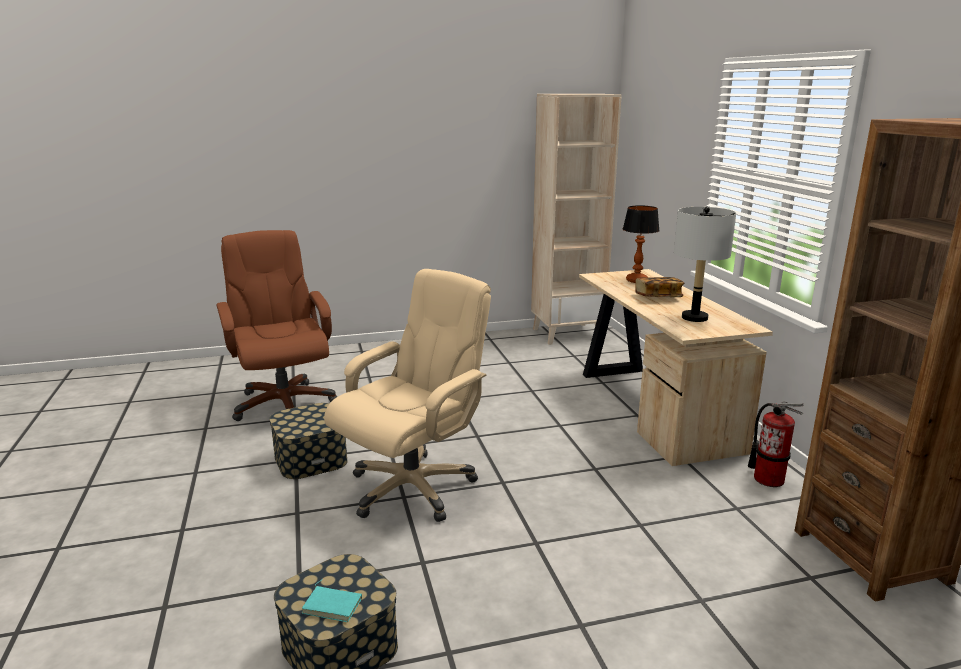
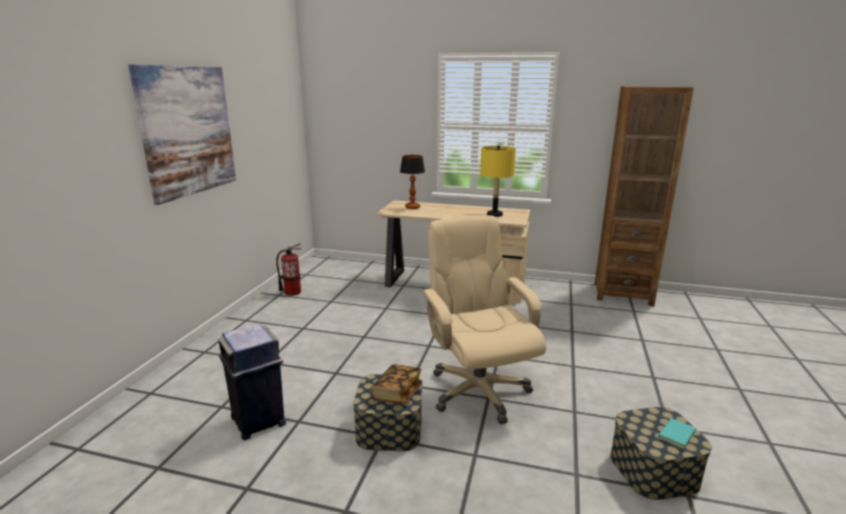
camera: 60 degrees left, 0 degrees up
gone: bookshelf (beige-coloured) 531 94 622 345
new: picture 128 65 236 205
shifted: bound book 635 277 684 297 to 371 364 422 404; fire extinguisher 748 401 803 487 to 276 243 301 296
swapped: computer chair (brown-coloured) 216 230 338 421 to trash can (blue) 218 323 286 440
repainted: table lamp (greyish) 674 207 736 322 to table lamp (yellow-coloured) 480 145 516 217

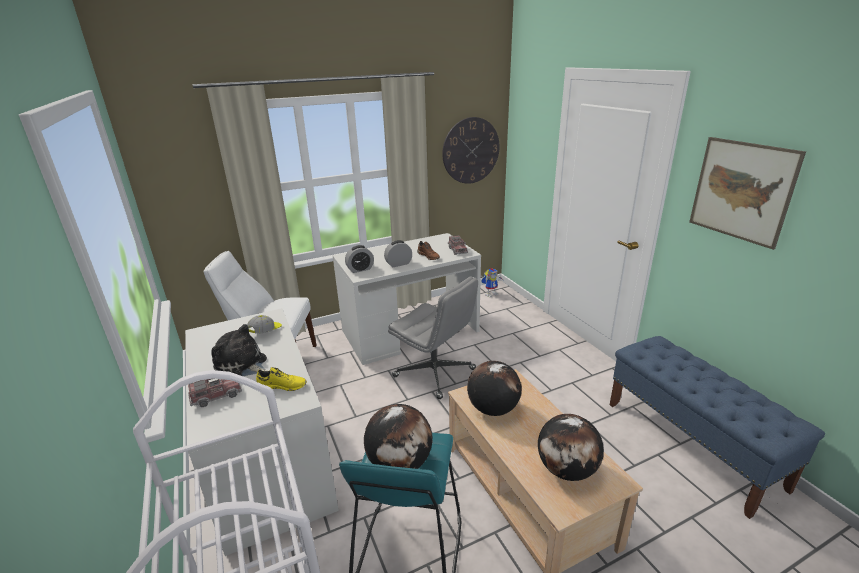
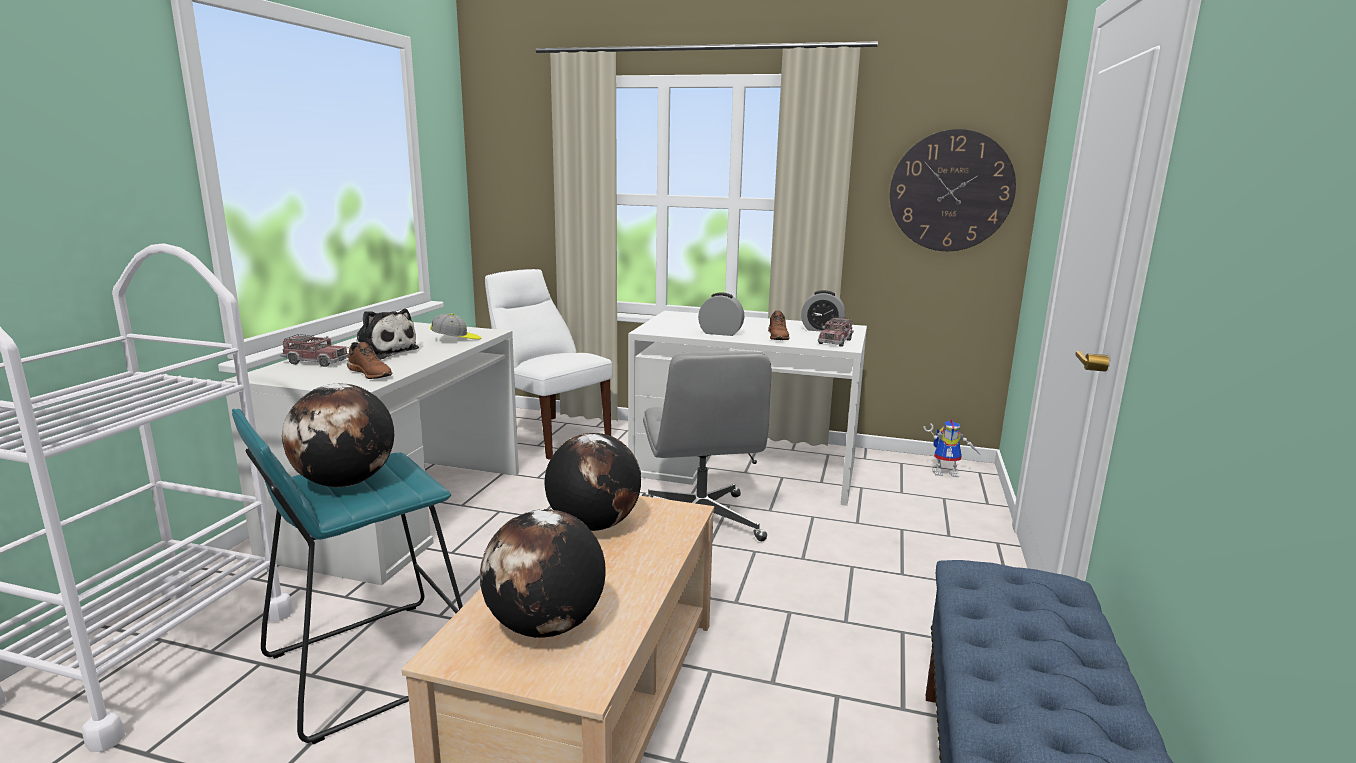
camera: 40 degrees right, 10 degrees down
gone: picture 689 137 806 250
shifted: alarm clock 345 245 374 273 to 801 290 845 332
repainted: item of footwear (yellow-coloured) 256 367 307 391 to item of footwear (brown-coloured) 347 342 393 379
rotated: soft toy 211 324 268 376 = 347 309 419 360 135 degrees clockwise

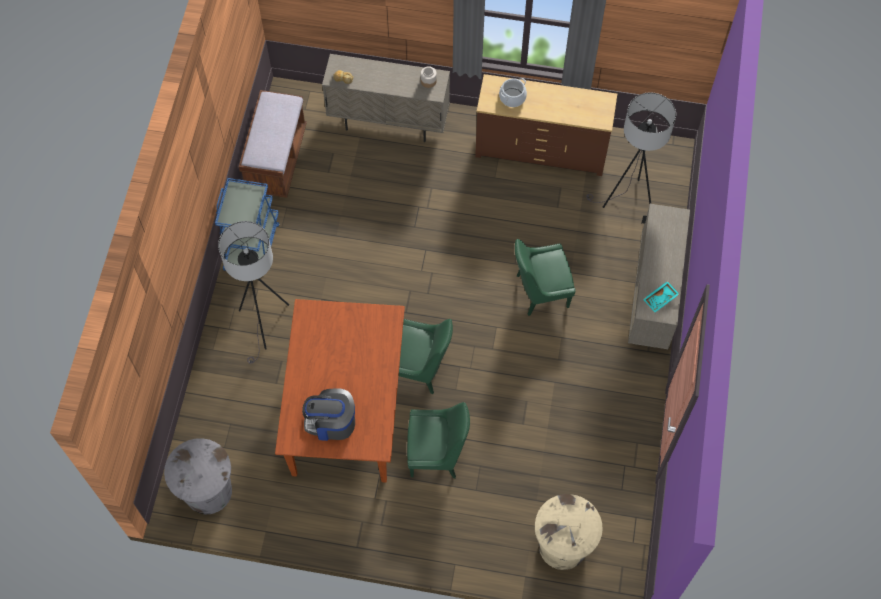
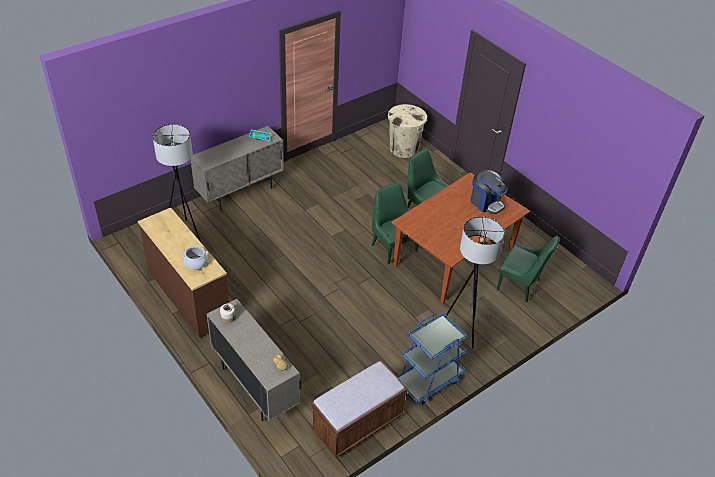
camera: 140 degrees left, 20 degrees down
gone: trash can (greyish) 164 438 232 514
shifted: plain chair (greenish) 515 239 576 316 to 497 236 559 303

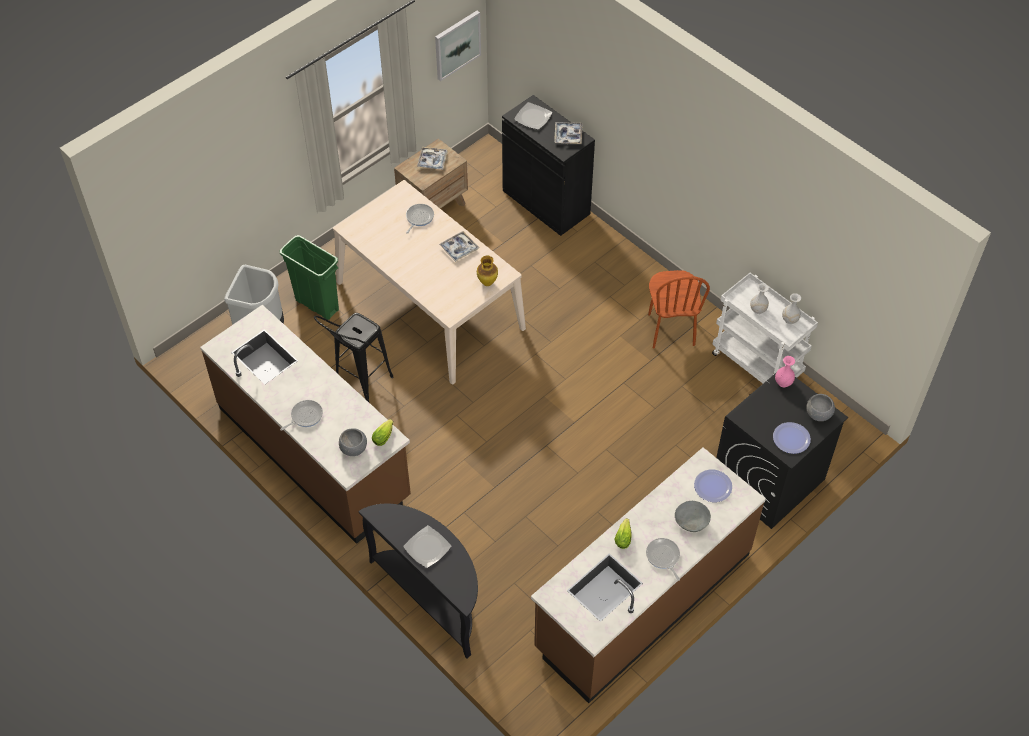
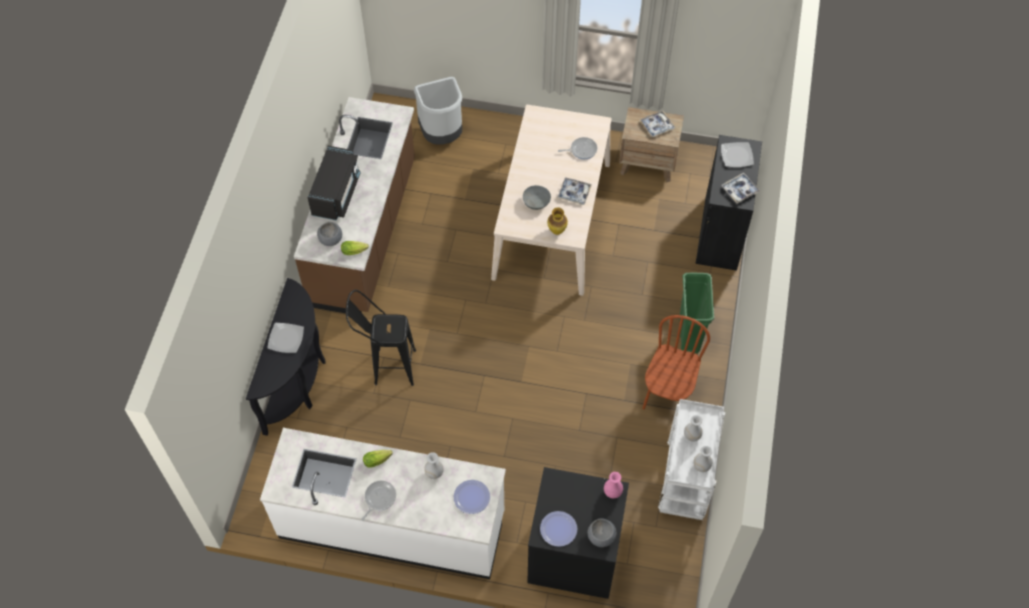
camera: 55 degrees right, 5 degrees up
gone: picture 435 11 481 81
new: vase (white) 424 452 444 479
shifted: trash can (greenish) 280 235 339 320 to 679 273 714 354; stool (black-coloured) 314 313 394 402 to 346 290 416 386; serving bowl (greyish) 675 501 711 532 to 523 185 551 210
swapped: skillet 280 400 323 431 to kitchen microwave (black-coloured) 308 146 361 221
repainted: counter (brown-coloured) 531 447 766 703 to counter (white) 260 428 506 579
rotated: plain chair (brown-coloured) 648 270 710 348 = 642 315 710 409 150 degrees clockwise

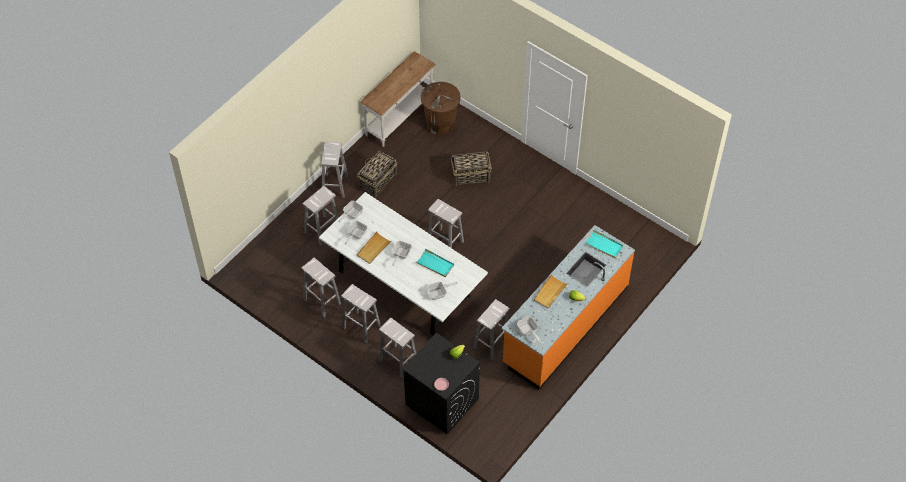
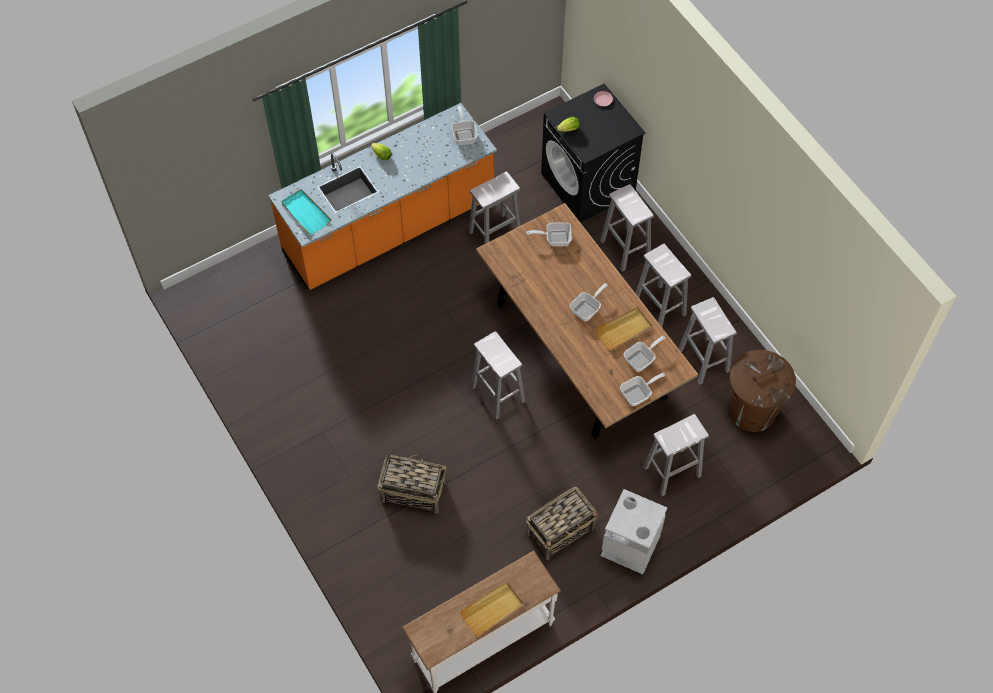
camera: 160 degrees left, 5 degrees up
gone: serving tray (turquoise) 416 248 454 277
shifted: trash can (brown-coloured) 421 82 460 135 to 729 350 796 432; serving tray (beige-coloured) 534 274 567 308 to 459 582 523 637
swapped: stool (white) 321 141 348 198 to trash can (greyish) 601 489 667 574
repainted: dinner table (white) 319 192 488 335 to dinner table (brown-coloured) 476 203 698 440

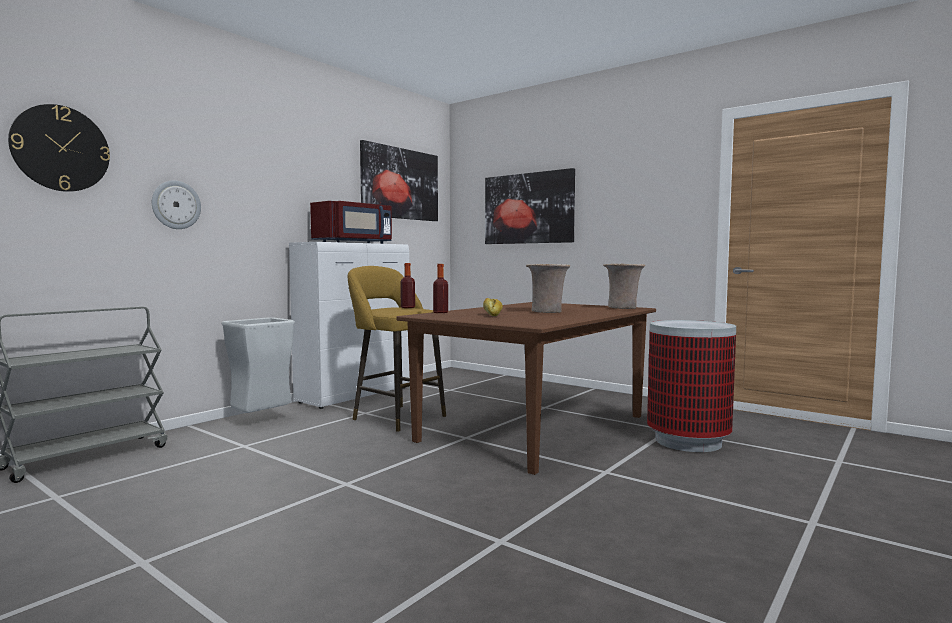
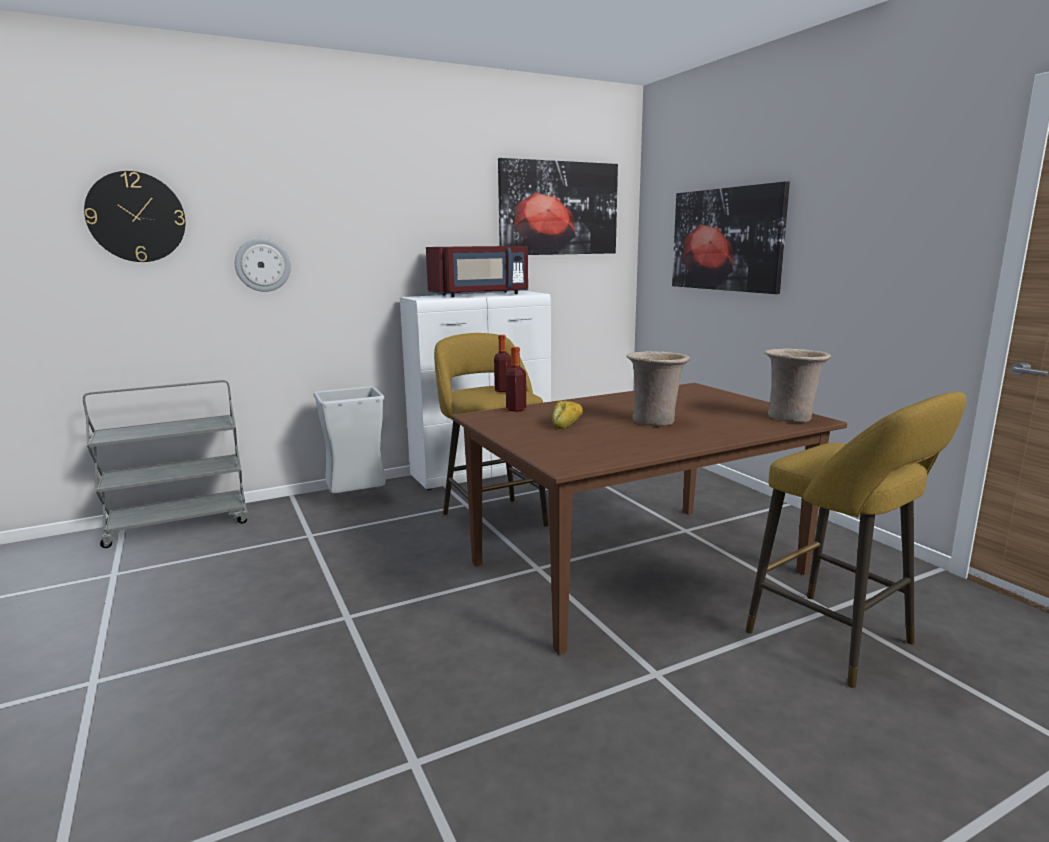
camera: 25 degrees right, 10 degrees up
swapped: trash can 647 320 736 452 to stool (yellow-coloured) 745 392 967 688

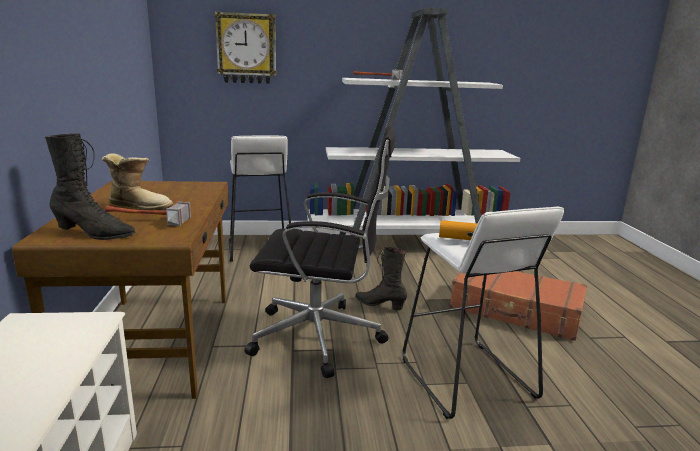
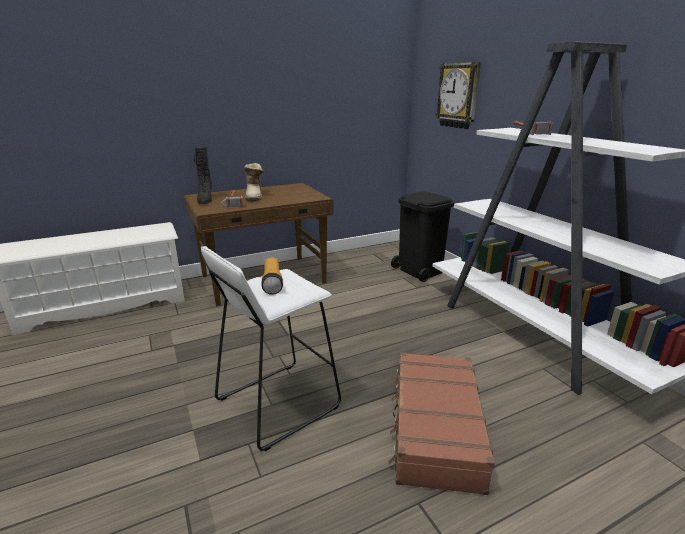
camera: 70 degrees right, 5 degrees up
gone: computer chair (black-coloured) 245 125 396 378; boot (black-coloured) 355 247 407 310
swapped: stool (white) 229 135 291 262 to trash can (black-coloured) 391 191 455 282

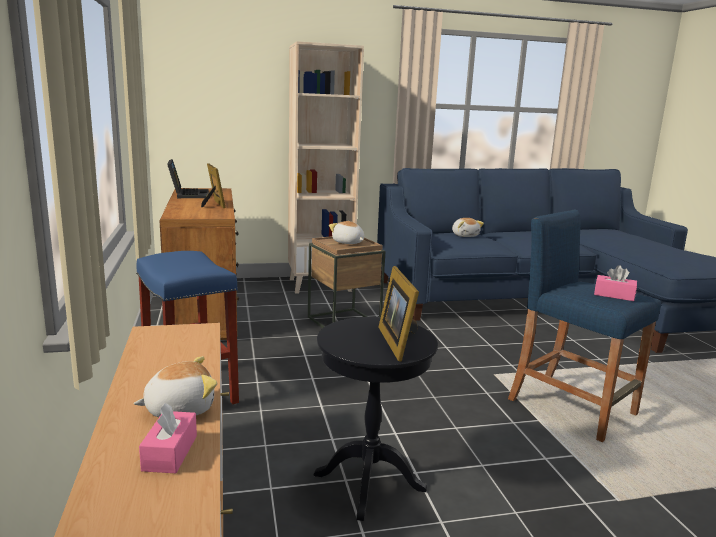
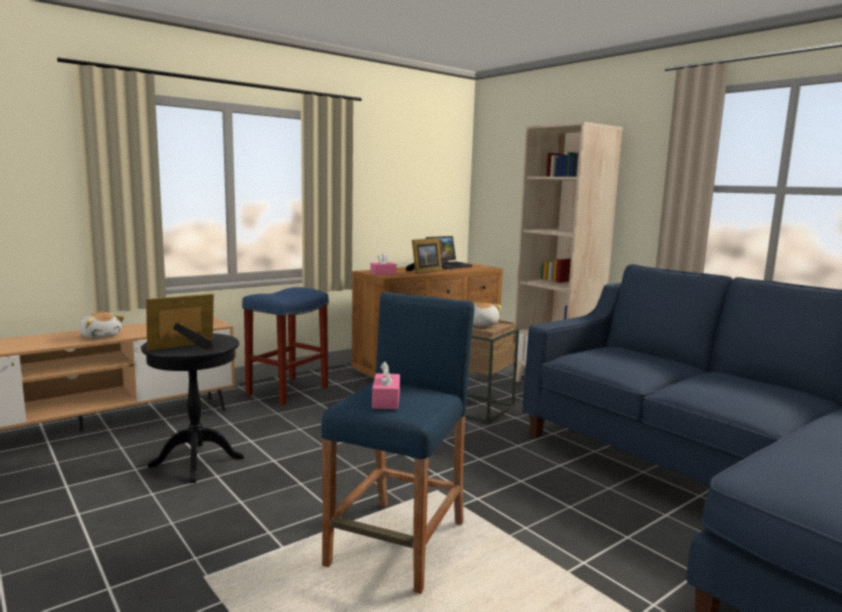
camera: 65 degrees right, 5 degrees down
gone: soft toy 452 218 484 237
shifted: tissue box (pinkish) 139 403 197 473 to 370 253 397 275

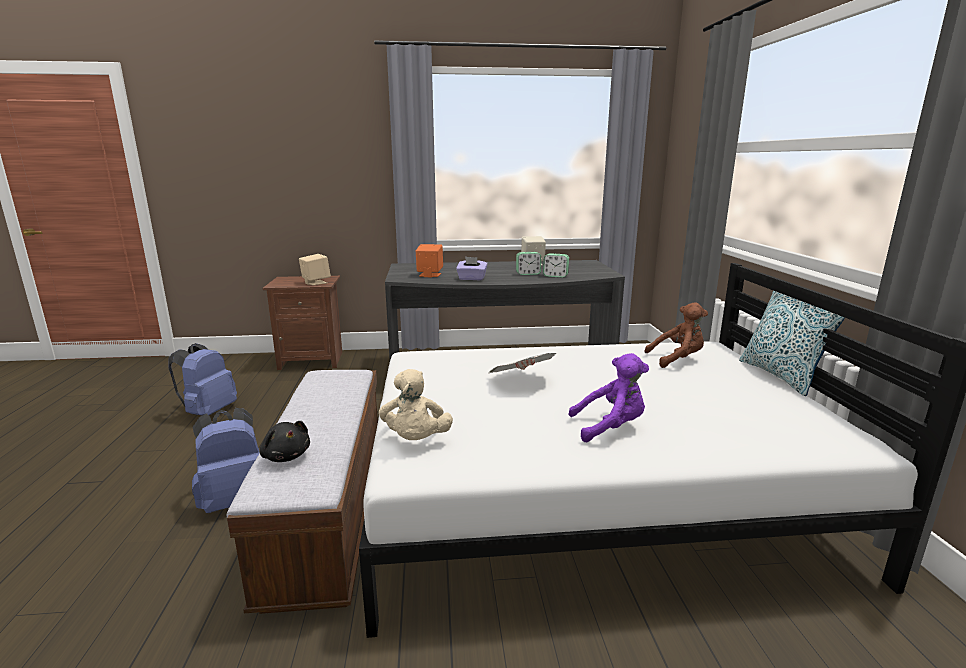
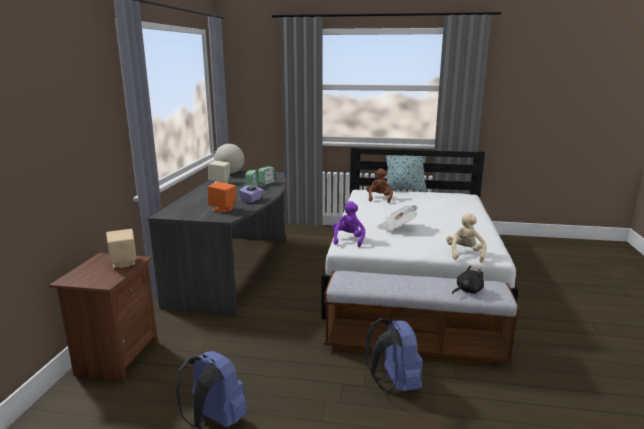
camera: 75 degrees left, 0 degrees up
new: desk globe 214 144 244 174
shifted: soft toy (purple) 568 353 649 442 to 332 201 365 247
rotated: soft toy (beige-coloured) 379 369 453 440 = 446 213 487 263 90 degrees counterclockwise

